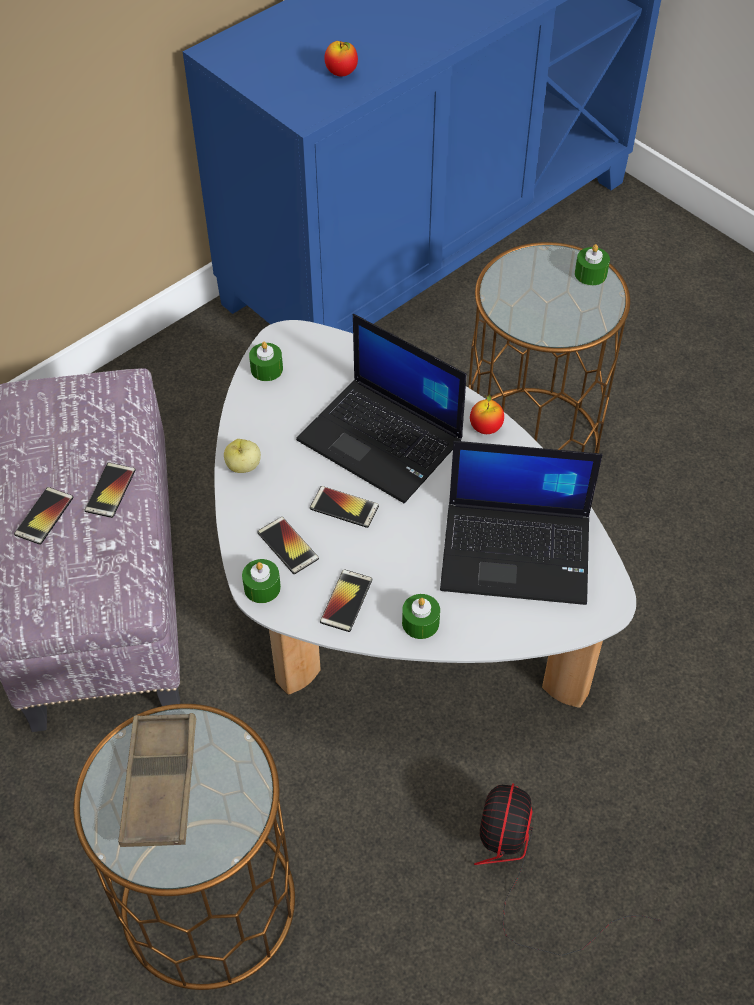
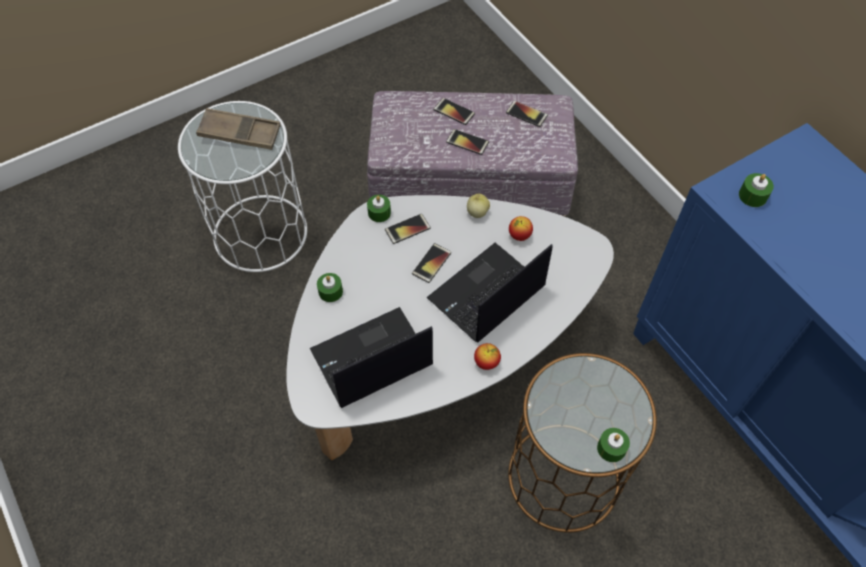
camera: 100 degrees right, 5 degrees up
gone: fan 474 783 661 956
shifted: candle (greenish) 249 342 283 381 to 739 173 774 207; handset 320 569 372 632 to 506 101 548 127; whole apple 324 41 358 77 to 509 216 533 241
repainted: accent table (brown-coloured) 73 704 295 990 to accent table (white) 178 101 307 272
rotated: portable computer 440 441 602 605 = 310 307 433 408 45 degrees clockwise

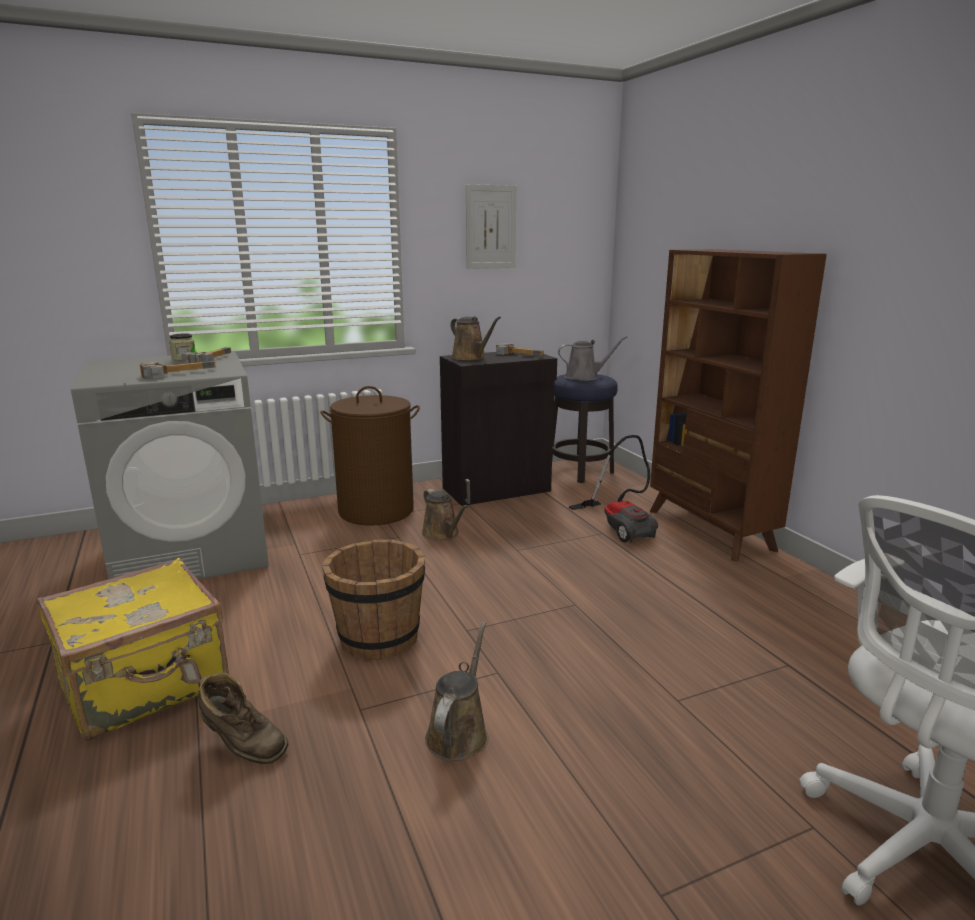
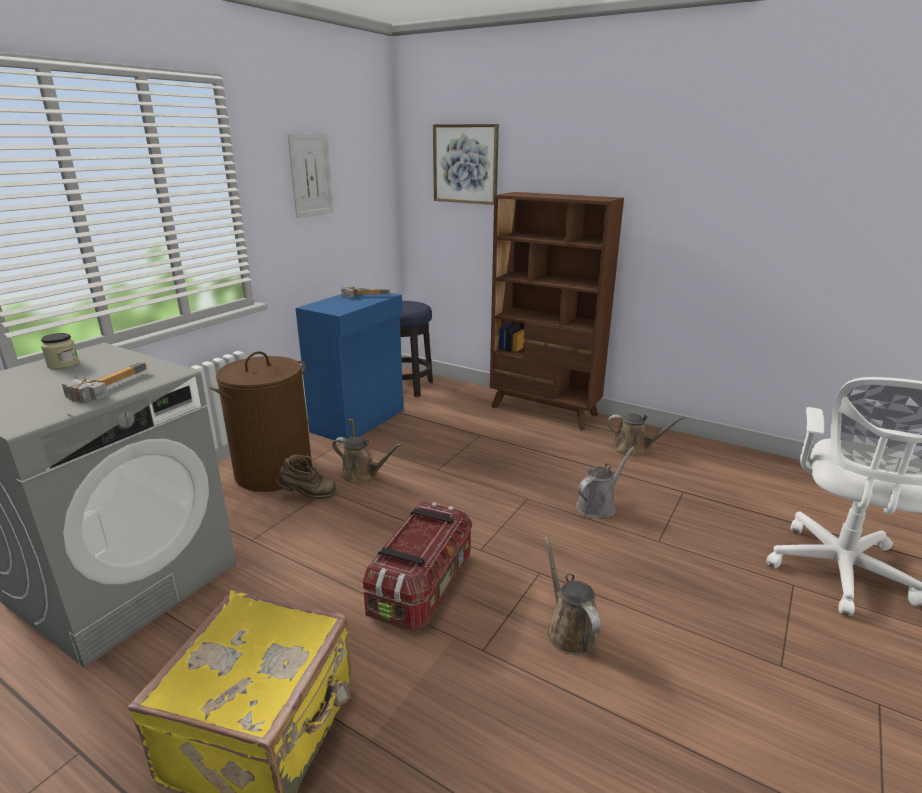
camera: 35 degrees left, 5 degrees up
gone: tool hammer 181 347 231 364; hoover 568 435 658 543
new: picture 433 124 499 205
shifted: boot (brown-coloured) 198 673 289 764 to 276 454 337 499; watering pot (brown-coloured) 450 316 501 360 to 607 414 685 457; watering pot (greyish) 558 336 628 381 to 576 447 634 518
swapped: bucket (brown-coloured) 322 539 425 660 to storage bin 363 501 472 630
repainted: cabinet (black-coloured) 440 352 557 506 to cabinet (blue) 296 288 404 443

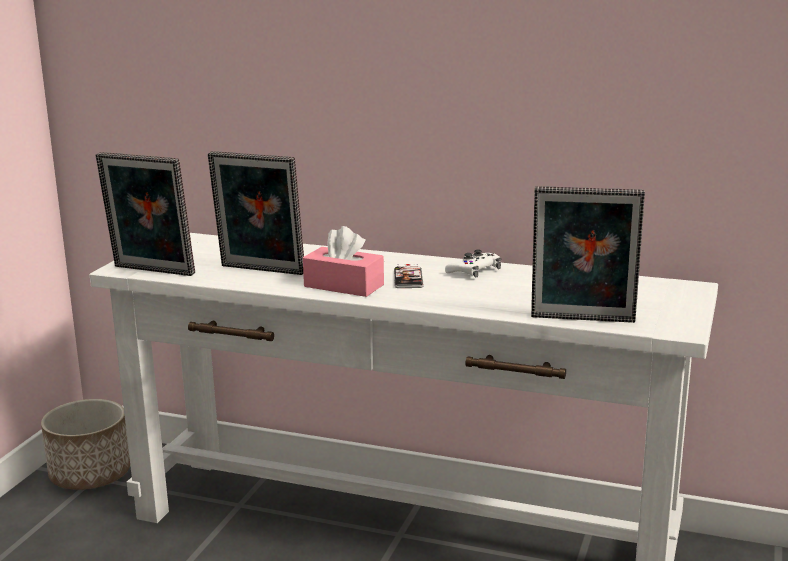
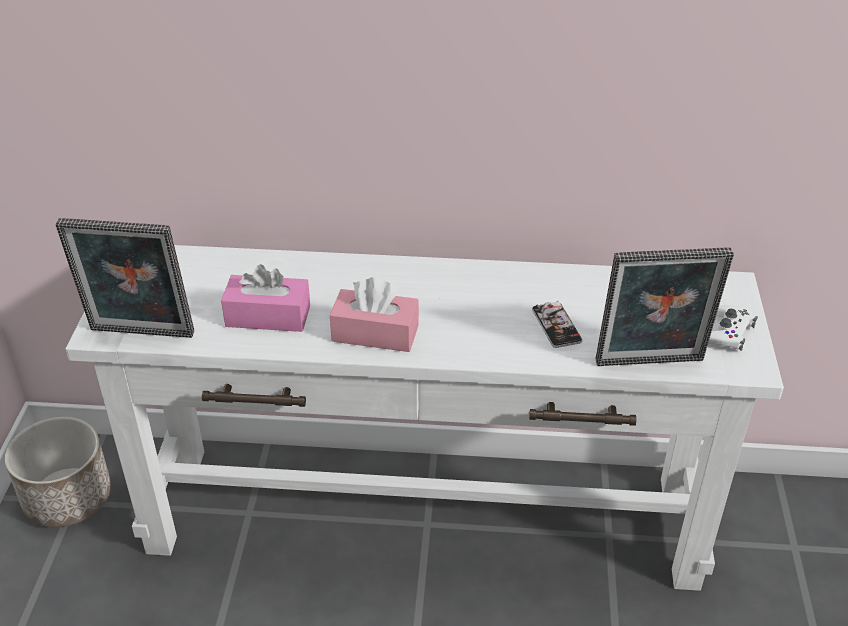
camera: 15 degrees left, 20 degrees up
shifted: handset 394 264 424 288 to 532 301 582 348; game controller (white) 445 249 501 278 to 708 305 758 351
swapped: picture frame 208 151 304 275 to tissue box (pinkish) 221 264 310 332

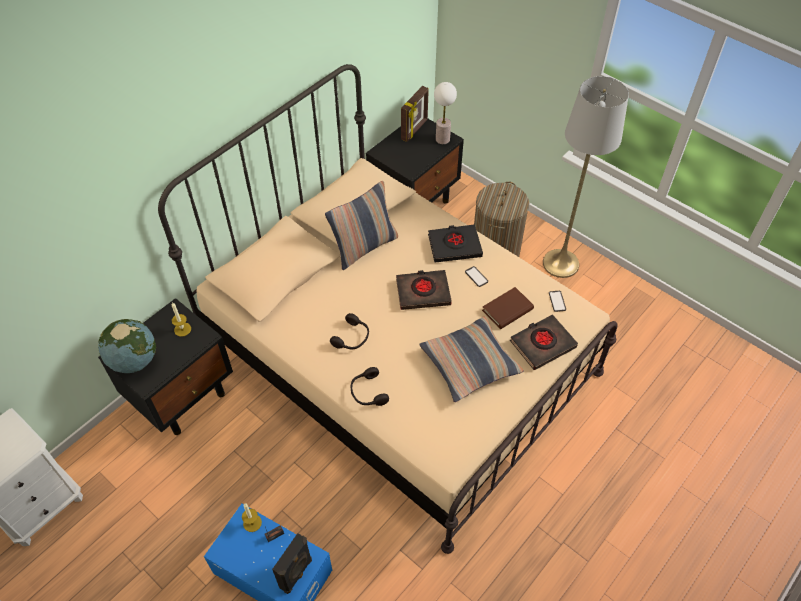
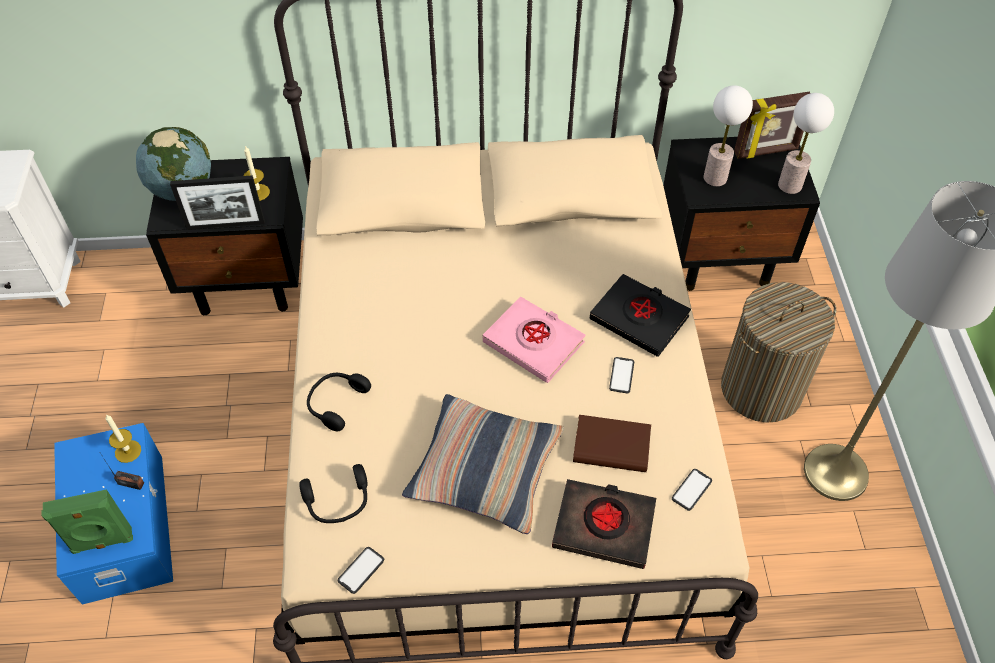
camera: 45 degrees right, 0 degrees up
gone: pillow 325 181 398 270
new: picture frame 170 175 265 230; handset 338 547 384 594; table lamp 704 85 753 187
shifted: pair of headphones (black-coloured) 330 313 369 349 to 299 464 368 523
repainted: audio speaker (black-coloured) 272 533 312 594 to audio speaker (greenish) 41 489 133 554; bound book (black-coloured) 396 270 452 310 to bound book (pinkish) 483 297 585 383

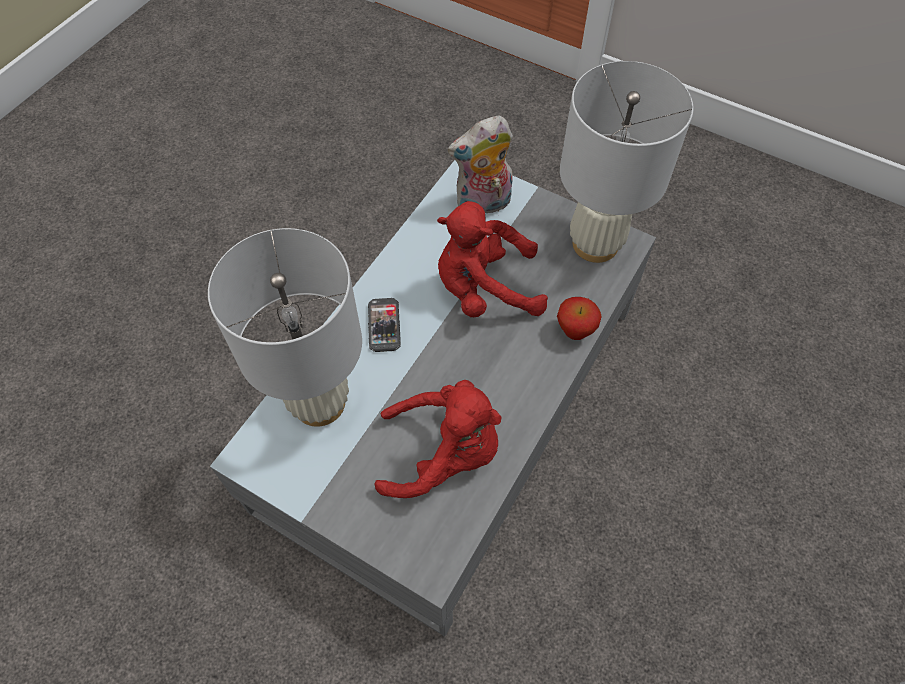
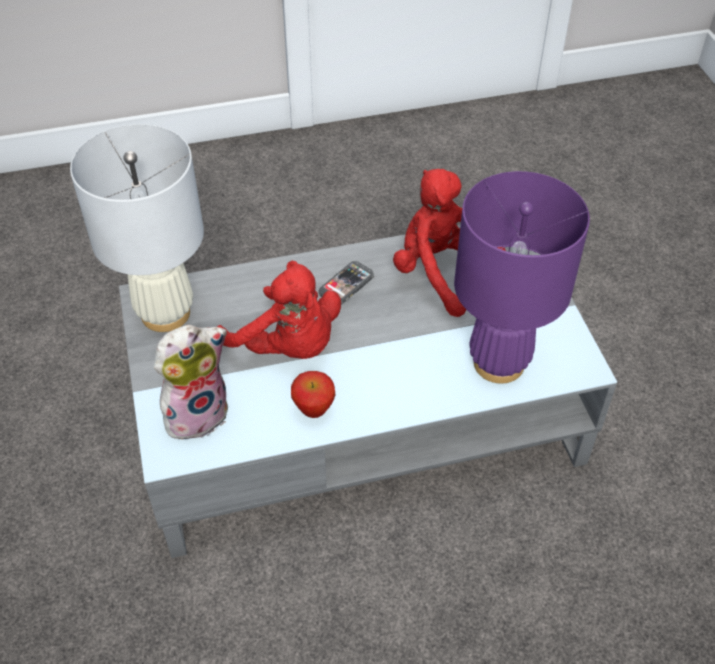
camera: 135 degrees left, 10 degrees down
shifted: handset 368 298 401 352 to 318 261 374 305; whole apple 557 297 602 340 to 291 371 335 418
repainted: table lamp (white) 208 228 362 427 to table lamp (purple) 454 171 590 384
rotated: soft toy 448 115 513 213 = 154 325 228 439 60 degrees counterclockwise

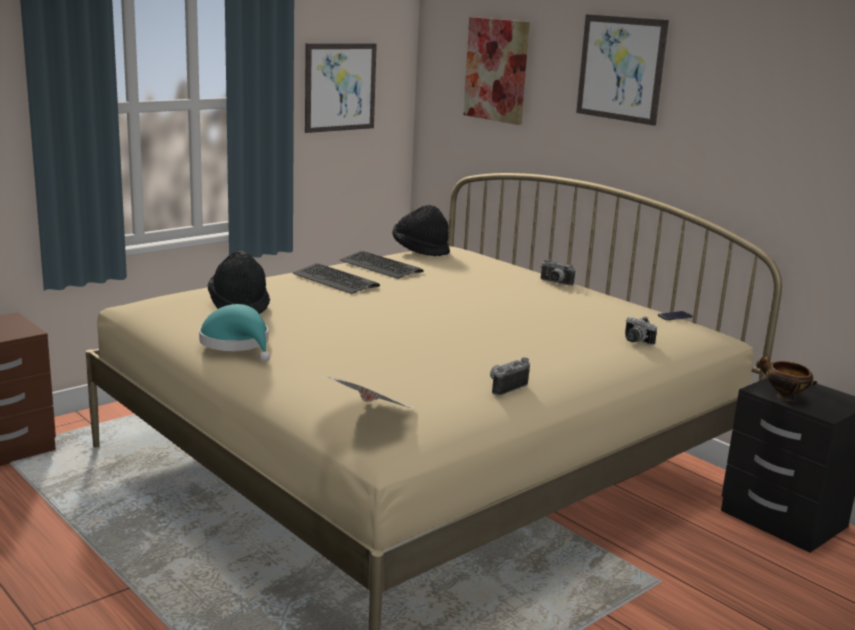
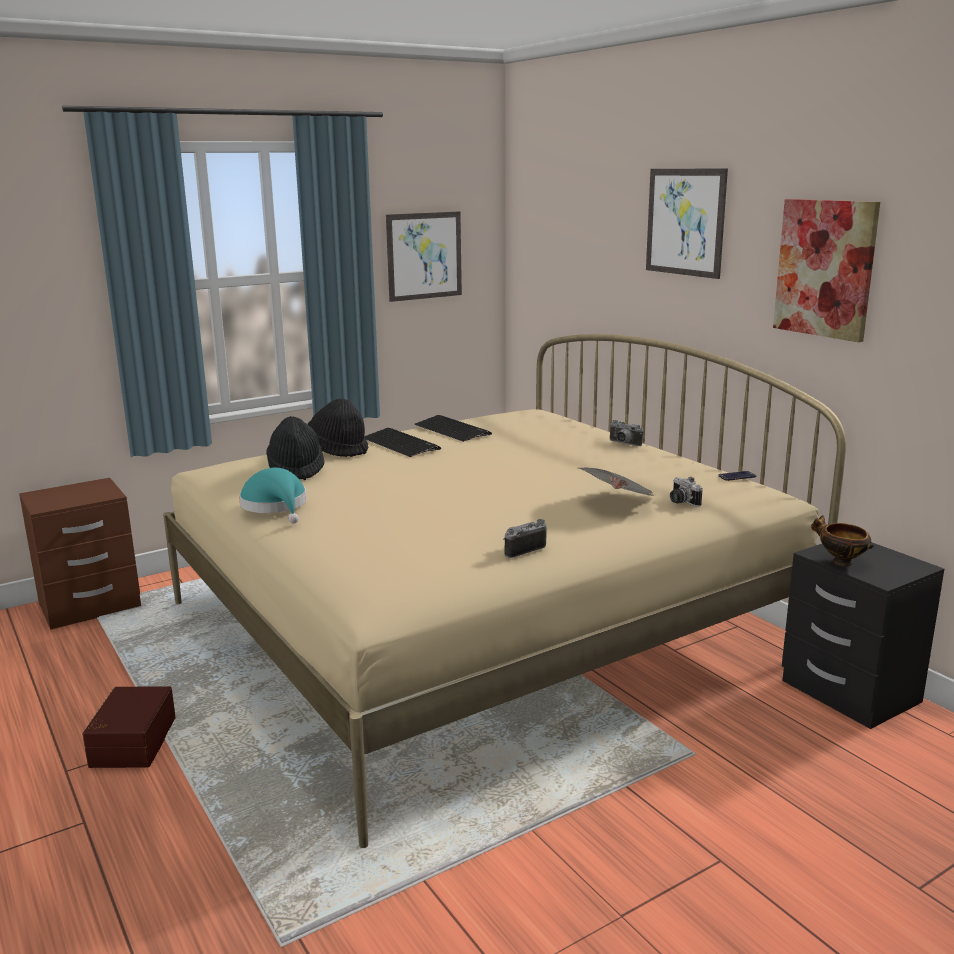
camera: 10 degrees right, 0 degrees up
new: storage bin (brown-coloured) 82 686 176 768
shifted: daily paper 319 376 414 409 to 579 468 655 496; hat (black-coloured) 392 205 450 257 to 307 399 368 457; picture 463 17 530 125 to 773 199 880 342

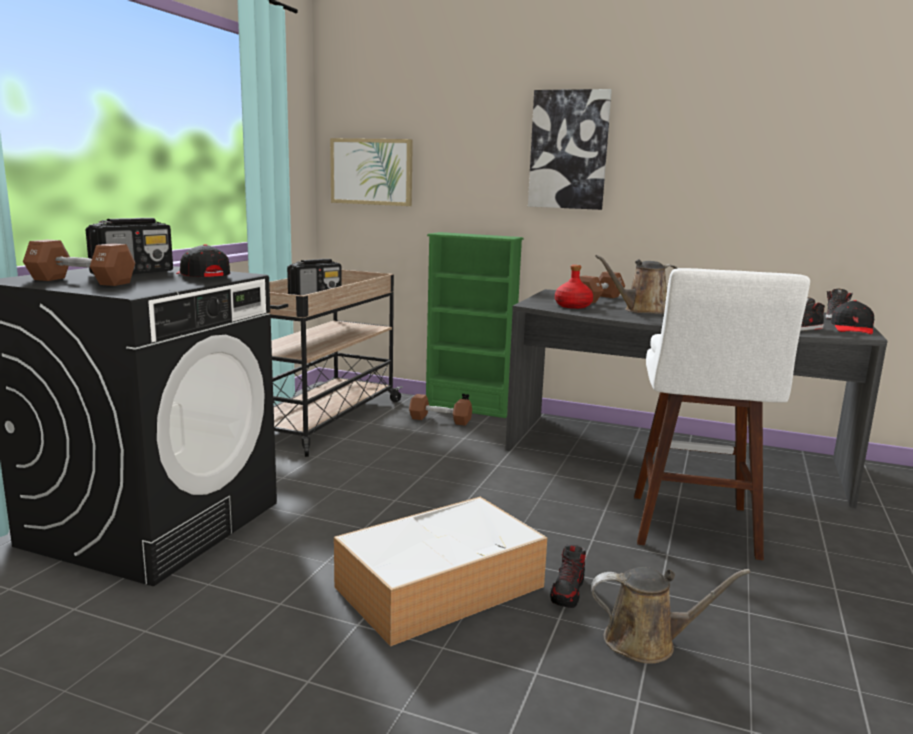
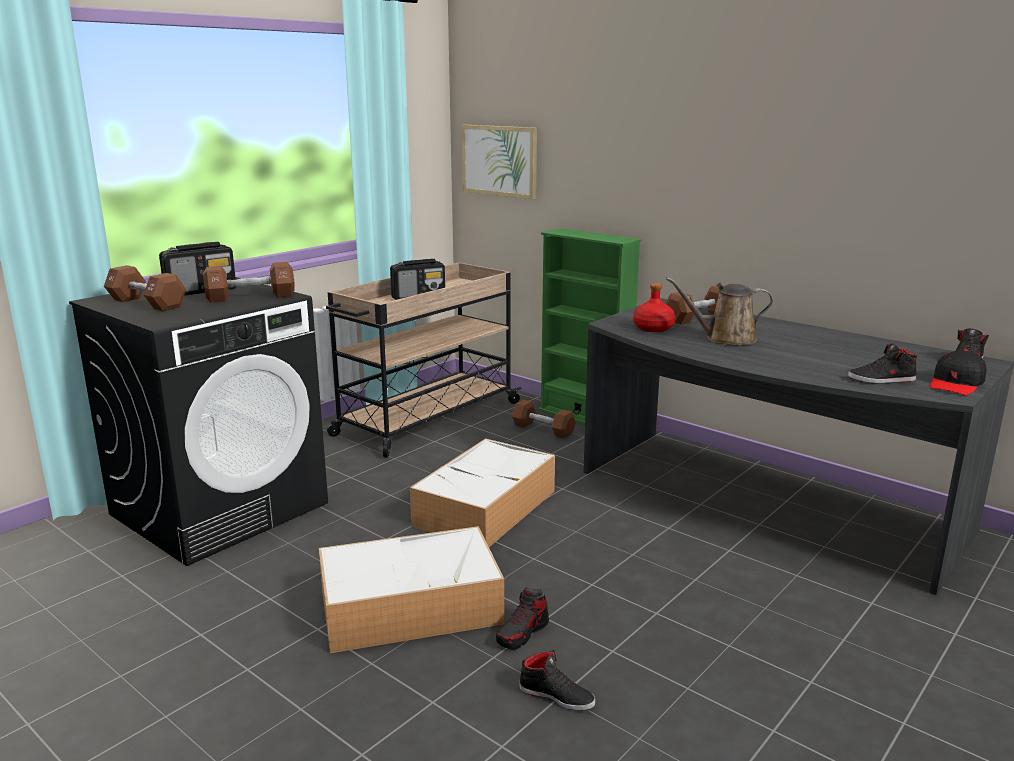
camera: 20 degrees right, 5 degrees up
gone: picture 528 89 612 210; stool (white) 634 268 810 560
new: storage bin 410 438 555 547
swapped: baseball cap (black-coloured) 176 244 230 277 to dumbbell (brown-coloured) 203 262 295 303; watering pot (brown-coloured) 591 567 751 664 to item of footwear (black-coloured) 519 650 595 710

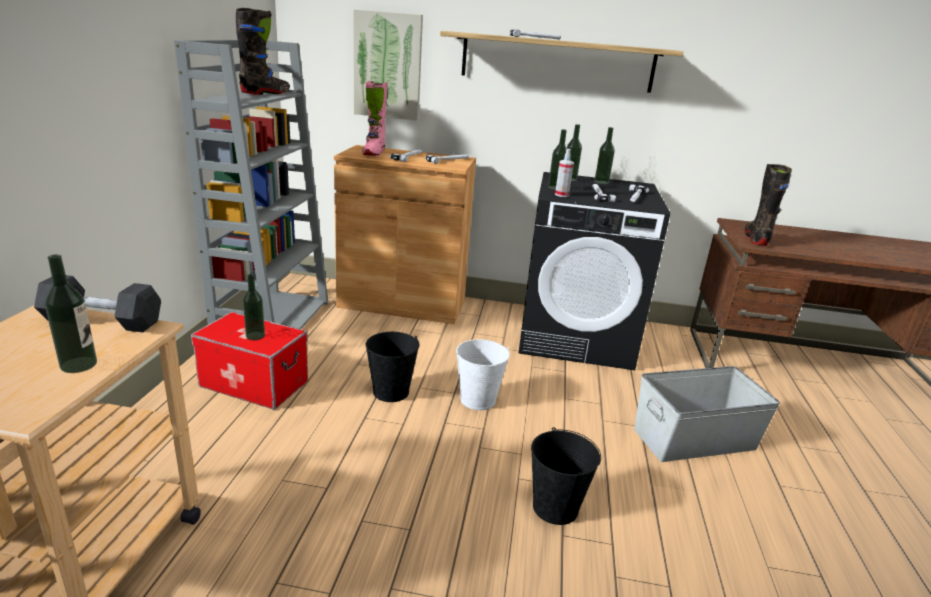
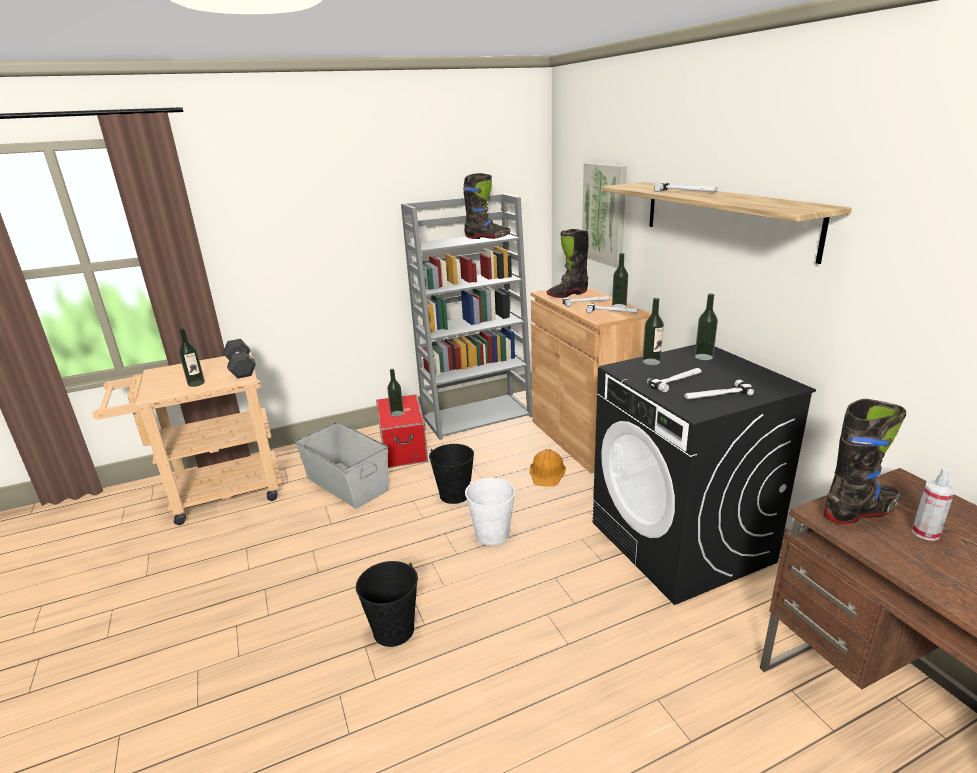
camera: 60 degrees right, 0 degrees up
new: work helmet (orange-coloured) 530 449 566 487
shifted: spray bottle 555 149 574 197 to 912 467 955 541; drink bottle 594 127 615 184 to 612 253 628 308; storage bin (greyish) 634 366 780 462 to 295 422 388 509
repainted: boot (pinkish) 362 81 388 156 to boot (black-coloured) 547 229 588 298

